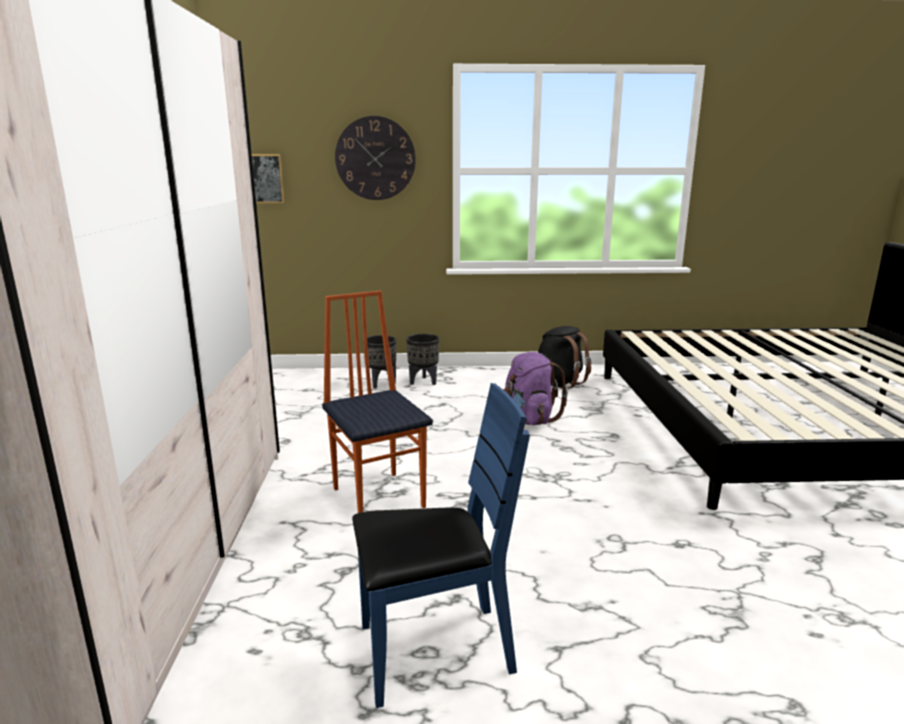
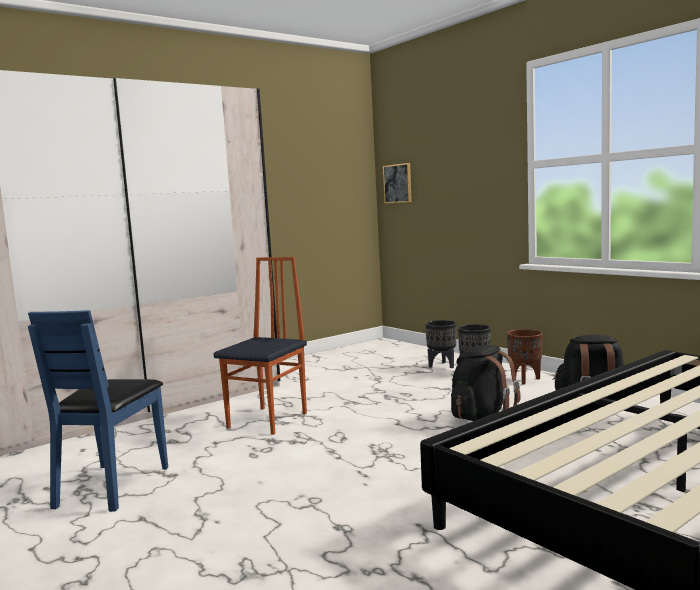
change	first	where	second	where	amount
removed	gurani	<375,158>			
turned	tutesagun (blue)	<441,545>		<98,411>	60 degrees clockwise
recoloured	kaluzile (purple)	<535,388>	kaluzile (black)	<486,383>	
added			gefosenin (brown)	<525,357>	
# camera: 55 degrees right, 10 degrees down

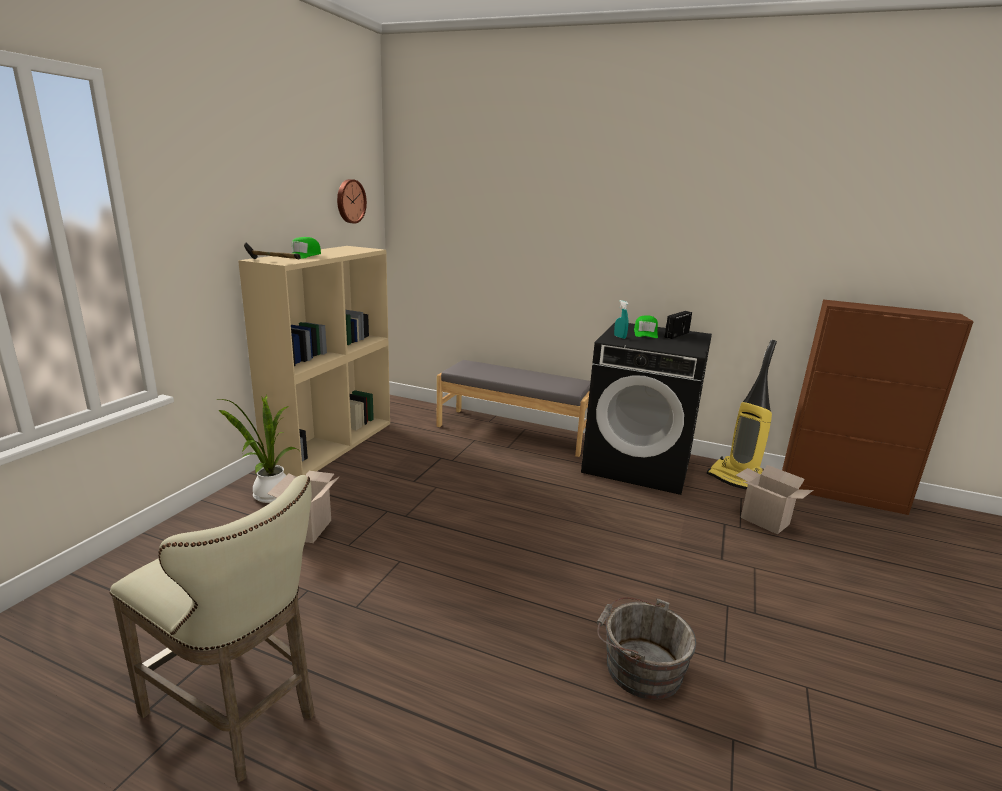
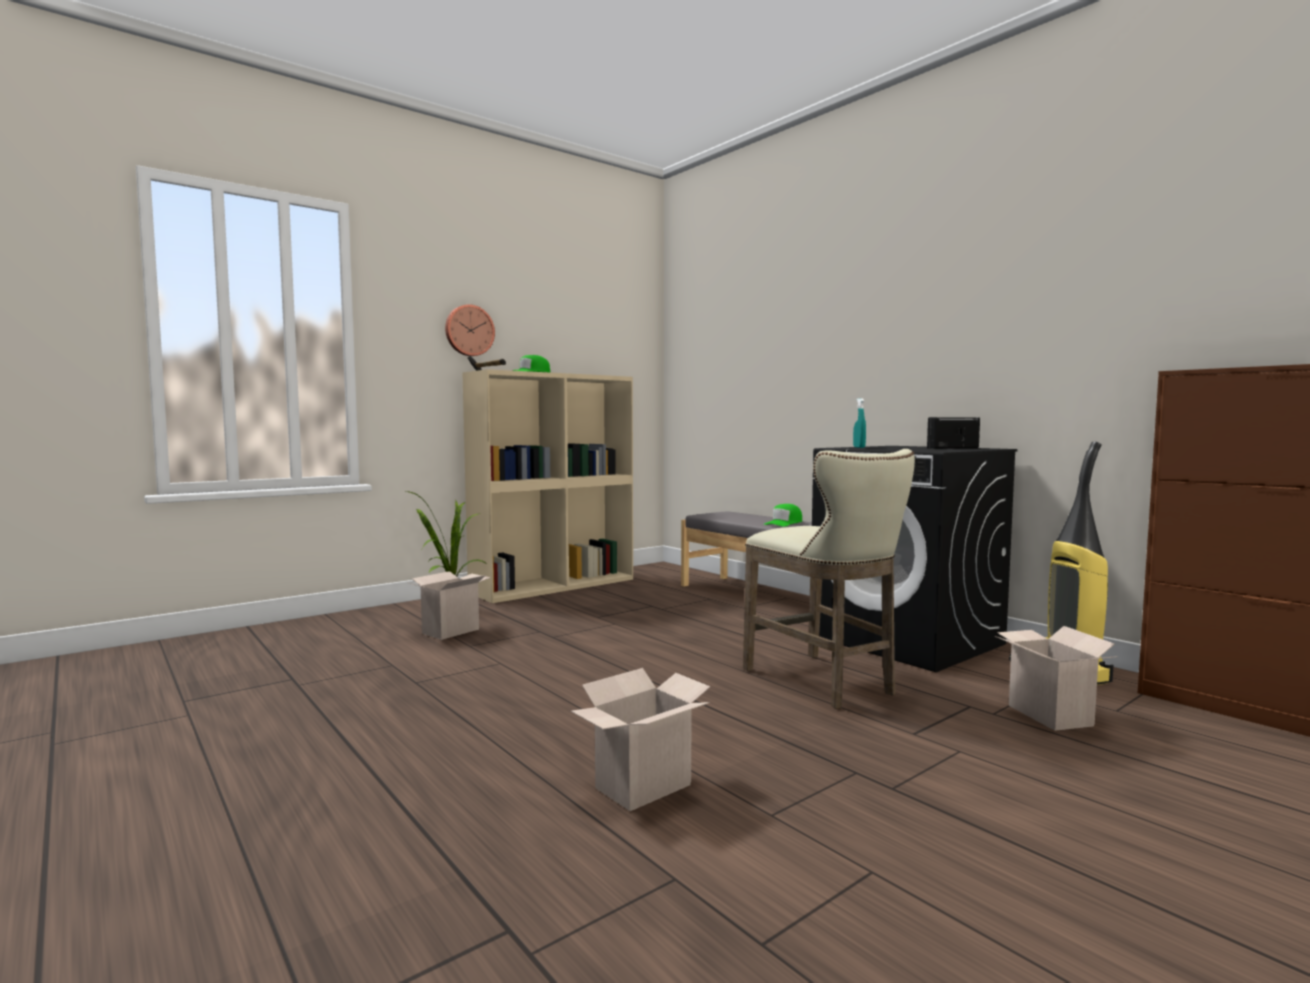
change	first	where	second	where	amount
moved	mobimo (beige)	<212,629>		<829,579>	
moved	gurani	<352,201>		<470,330>	
replaced	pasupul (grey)	<646,648>	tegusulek	<640,739>	
moved	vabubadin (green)	<646,326>		<783,515>	
# camera: 30 degrees right, 15 degrees down

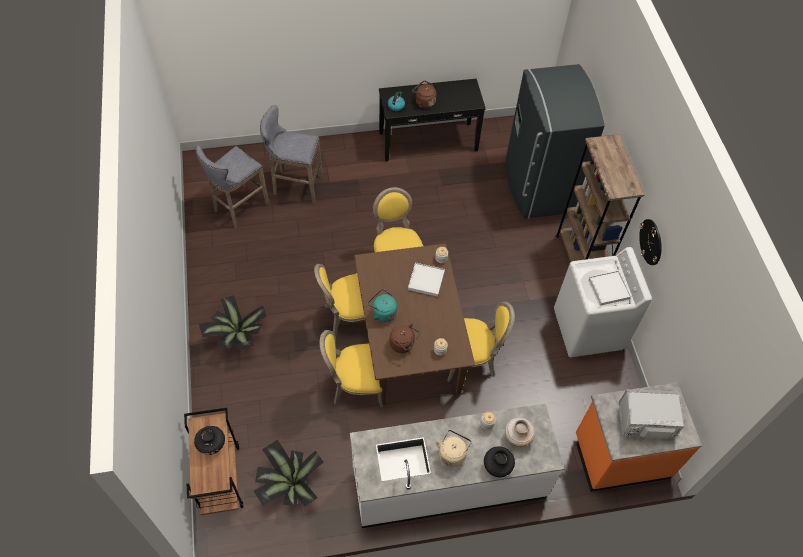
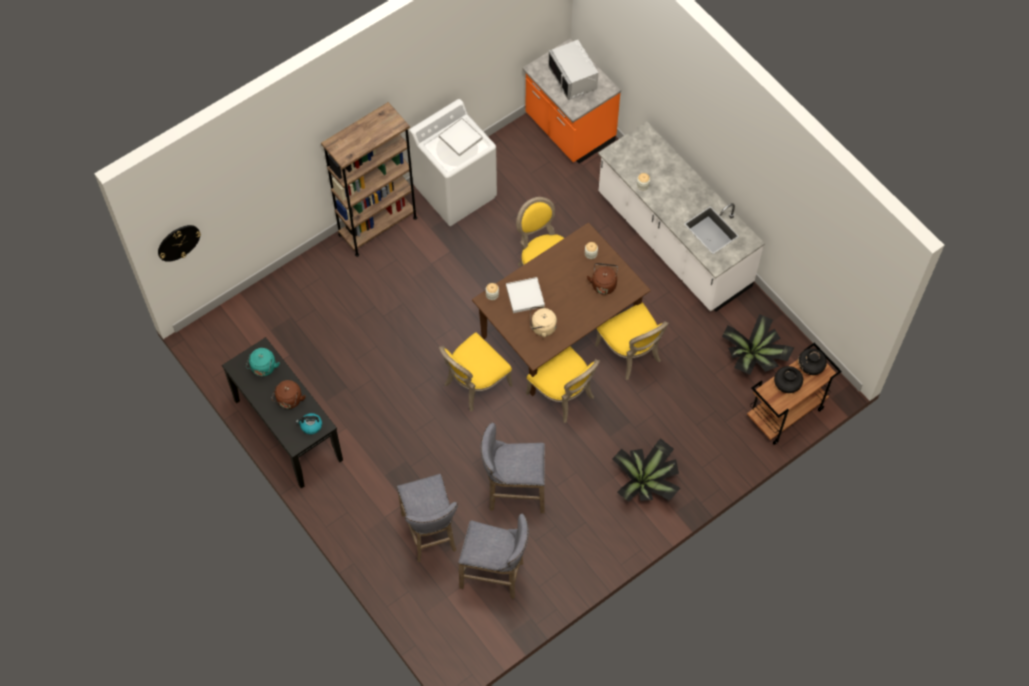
change	first	where	second	where	amount
moved	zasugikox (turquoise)	<382,305>		<263,362>	
moved	zasugikox (beige)	<453,448>		<543,322>	
moved	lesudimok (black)	<499,462>		<812,361>	
removed	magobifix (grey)	<555,141>			
removed	lesudimok (beige)	<520,432>			
moved	gurani	<650,242>		<179,243>	
added			mobimo (grey)	<512,467>	
# camera: 115 degrees left, 5 degrees up

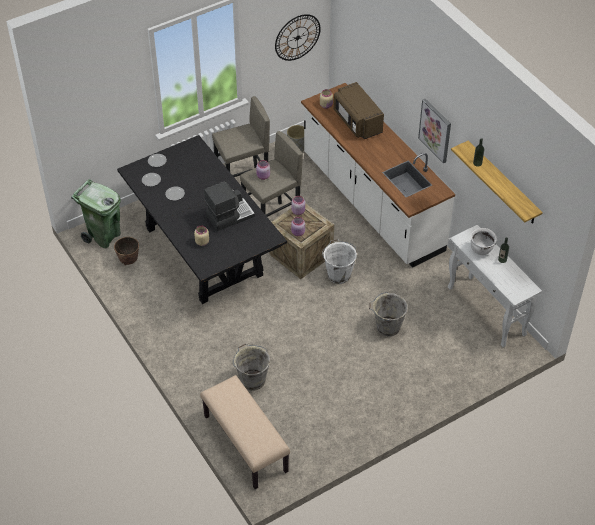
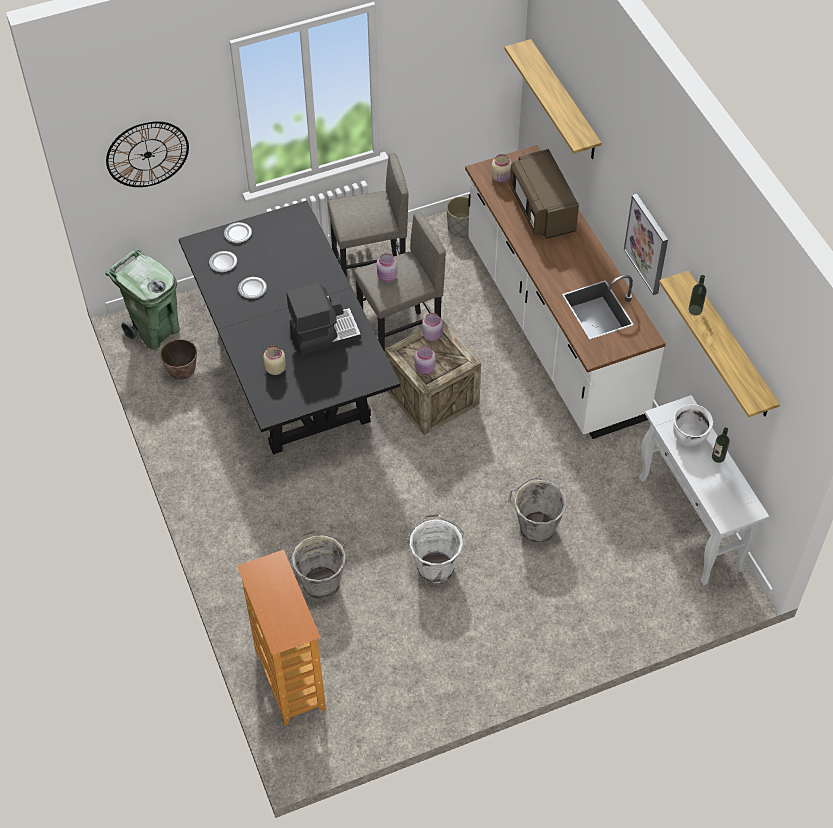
change	first	where	second	where	amount
replaced	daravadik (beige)	<245,432>	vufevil	<281,638>	
moved	gurani	<298,37>		<147,154>	
moved	pasupul (white)	<339,261>		<435,548>	
added			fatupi	<553,99>	
# camera: 10 degrees right, 5 degrees up

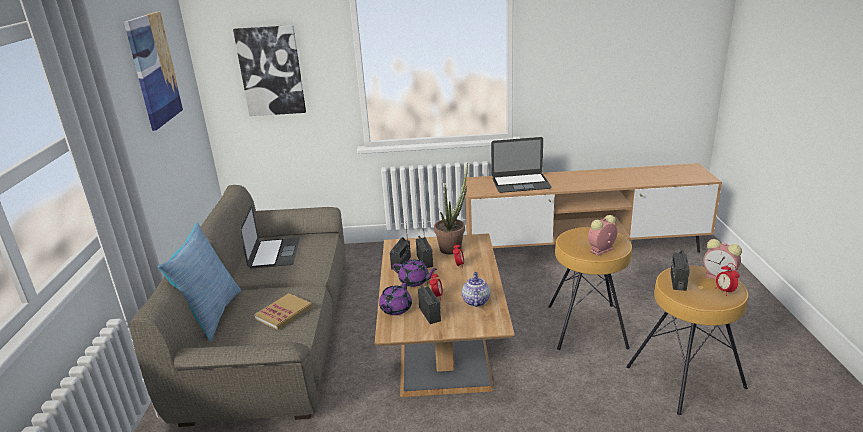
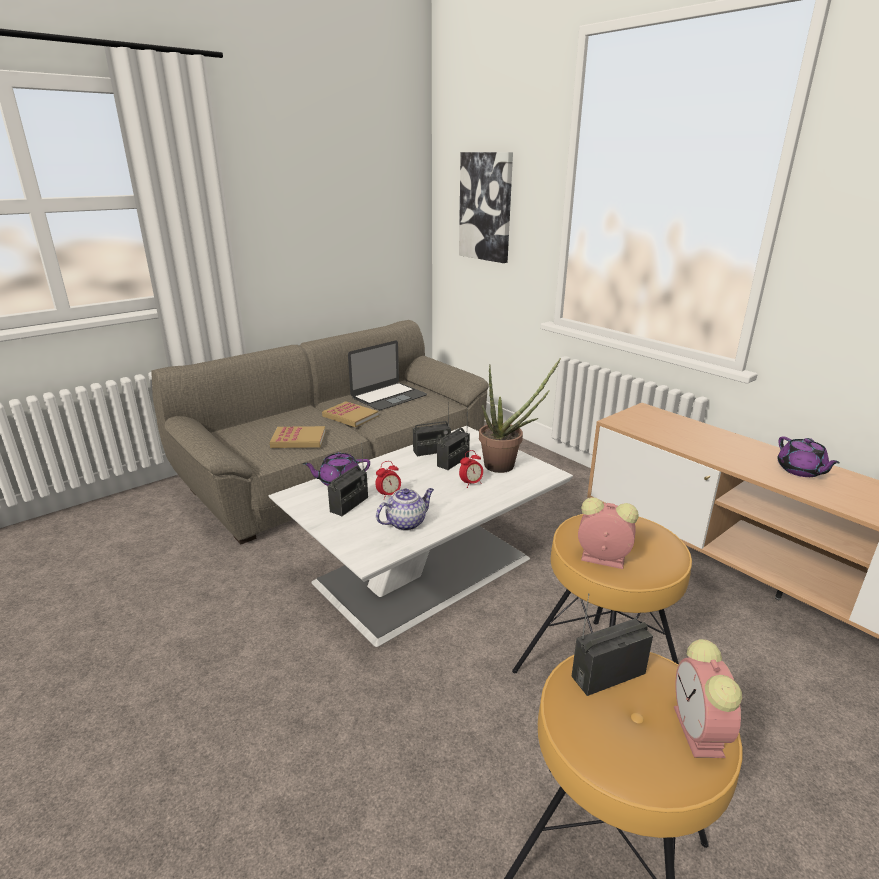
change	first	where	second	where	amount
removed	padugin	<154,71>			
removed	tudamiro	<199,282>			
recoloured	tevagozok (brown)	<445,315>	tevagozok (white)	<420,536>	
moved	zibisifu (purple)	<415,273>		<809,456>	
removed	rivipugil	<521,165>			
removed	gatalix	<727,279>			
added			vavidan	<350,414>	
# camera: 50 degrees right, 0 degrees up

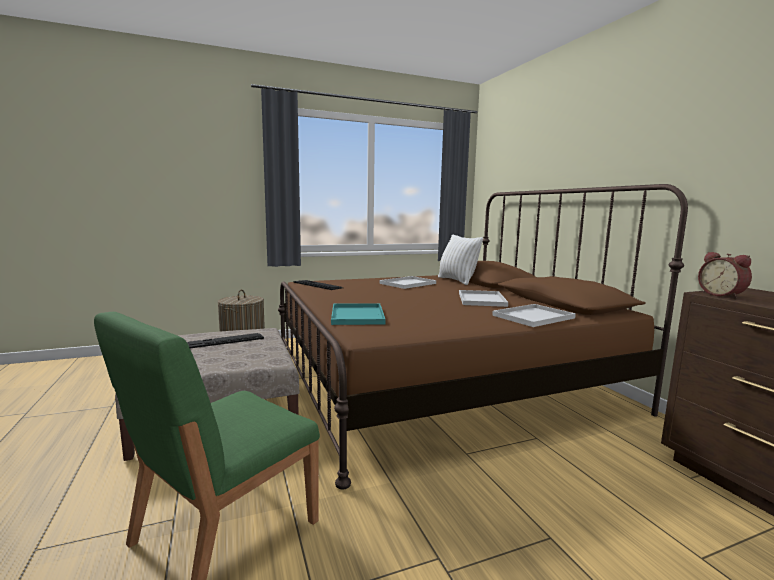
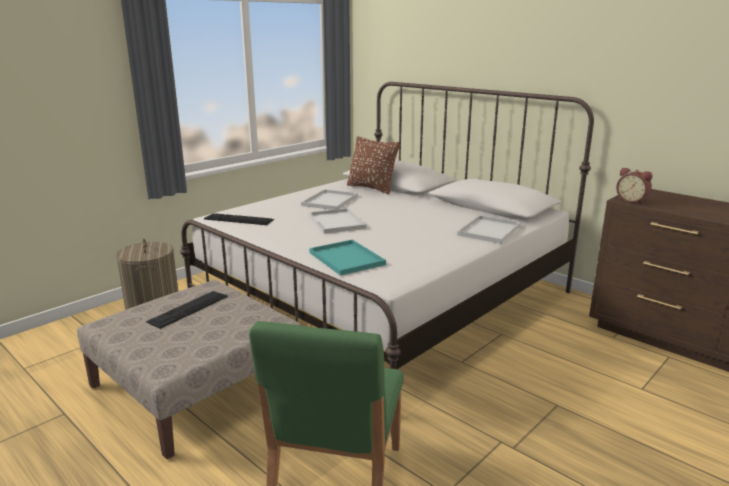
change	first	where	second	where	amount
recoloured	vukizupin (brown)	<483,336>	vukizupin (white)	<387,225>	
recoloured	tudamiro (white)	<460,260>	tudamiro (brown)	<373,165>	
moved	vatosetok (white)	<483,298>		<337,221>	
# camera: 25 degrees left, 10 degrees up

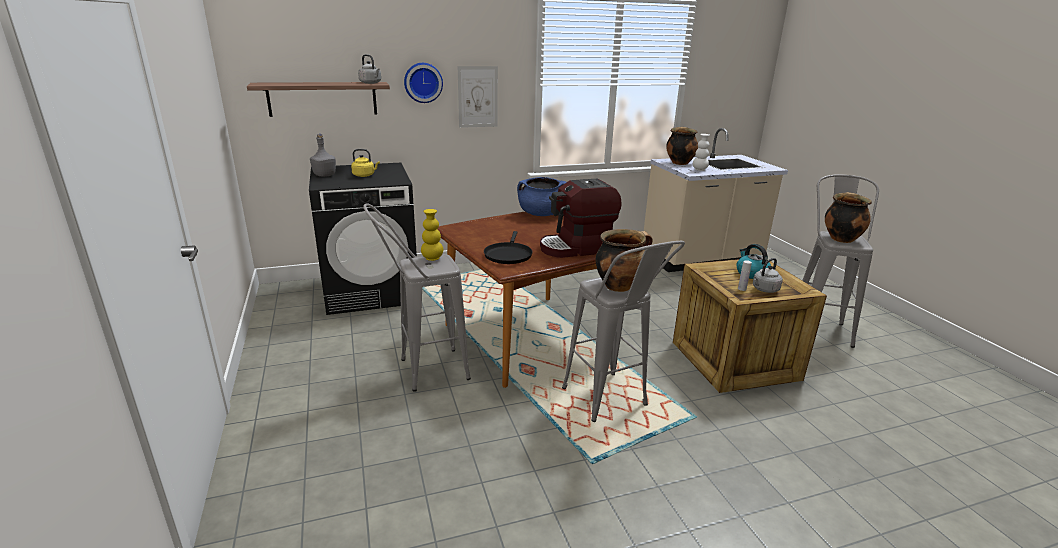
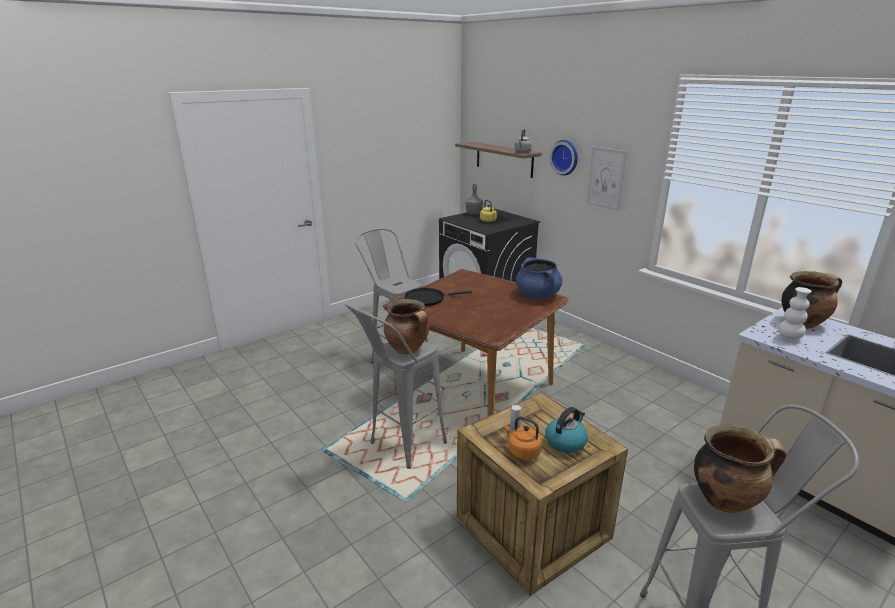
change	first	where	second	where	amount
removed	lesudimok (yellow)	<432,235>			
removed	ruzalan	<581,218>			
recoloured	zasugikox (grey)	<768,275>	zasugikox (orange)	<522,438>	
# camera: 70 degrees right, 0 degrees up

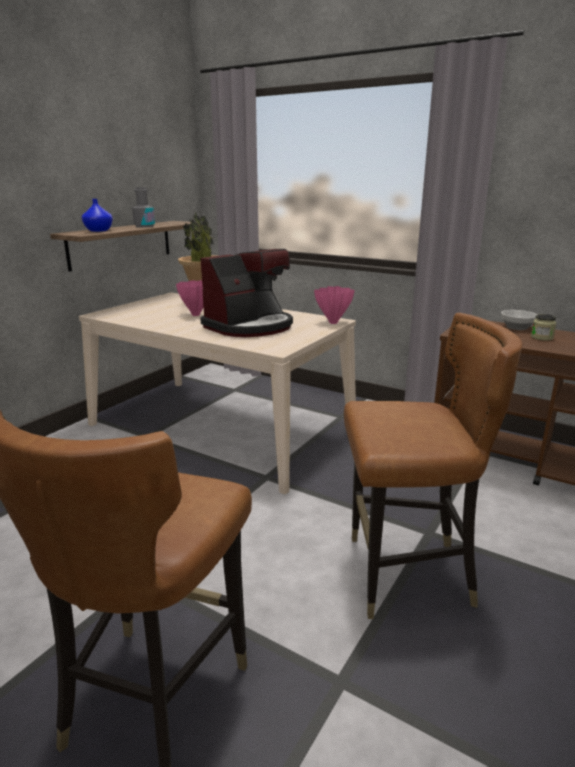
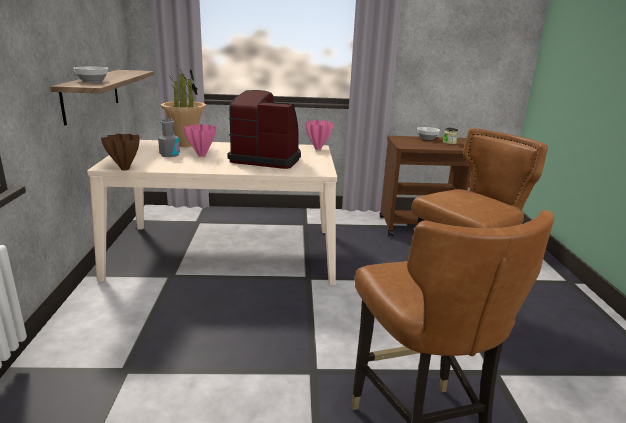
change	first	where	second	where	amount
replaced	lesudimok (blue)	<97,215>	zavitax	<90,75>	
moved	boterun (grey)	<143,207>		<169,137>	
turned	ruzalan	<246,293>		<264,129>	90 degrees counterclockwise
added			lesudimok (brown)	<120,152>	
# camera: 35 degrees left, 0 degrees up

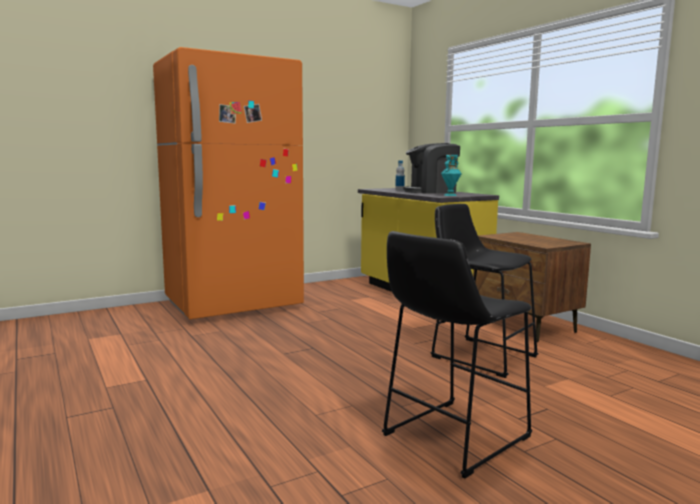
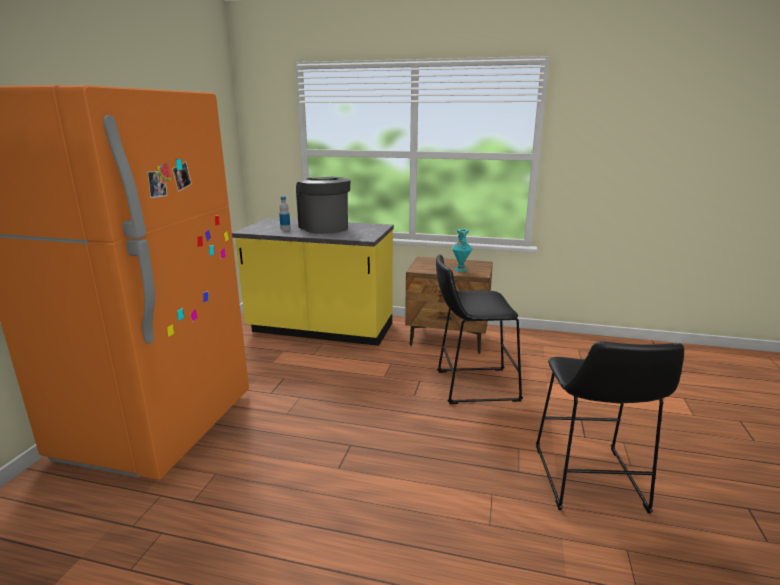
change	first	where	second	where	amount
turned	ruzalan	<431,168>		<323,205>	120 degrees clockwise
moved	lesudimok (turquoise)	<451,175>		<462,250>	
# camera: 45 degrees left, 10 degrees up

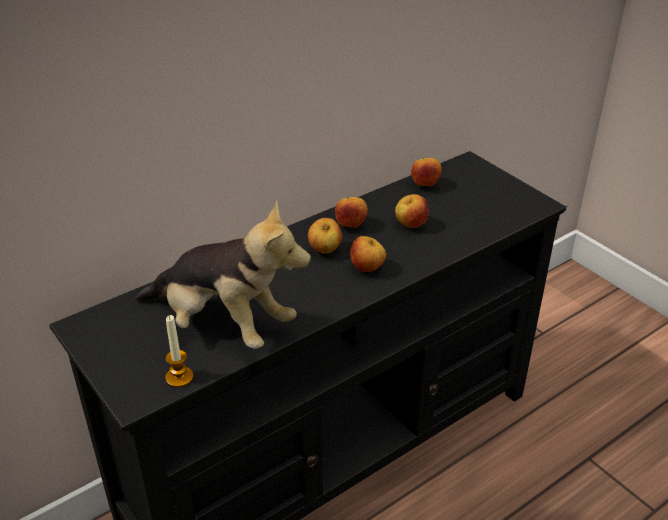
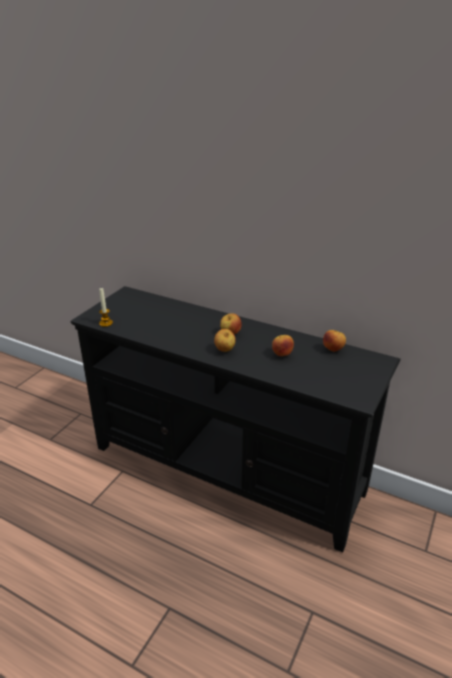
change	first	where	second	where	amount
removed	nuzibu	<223,274>			
removed	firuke	<351,212>			
# camera: 65 degrees right, 5 degrees down

